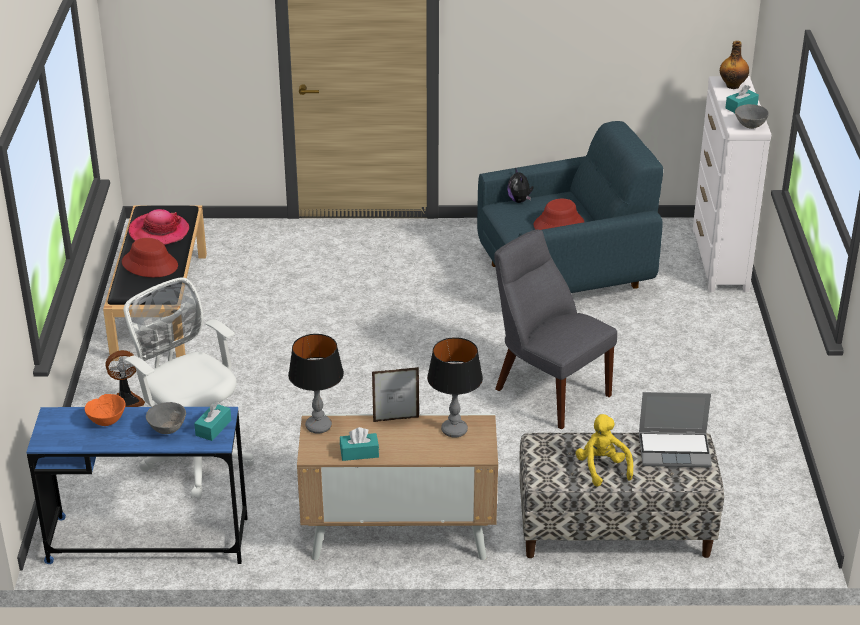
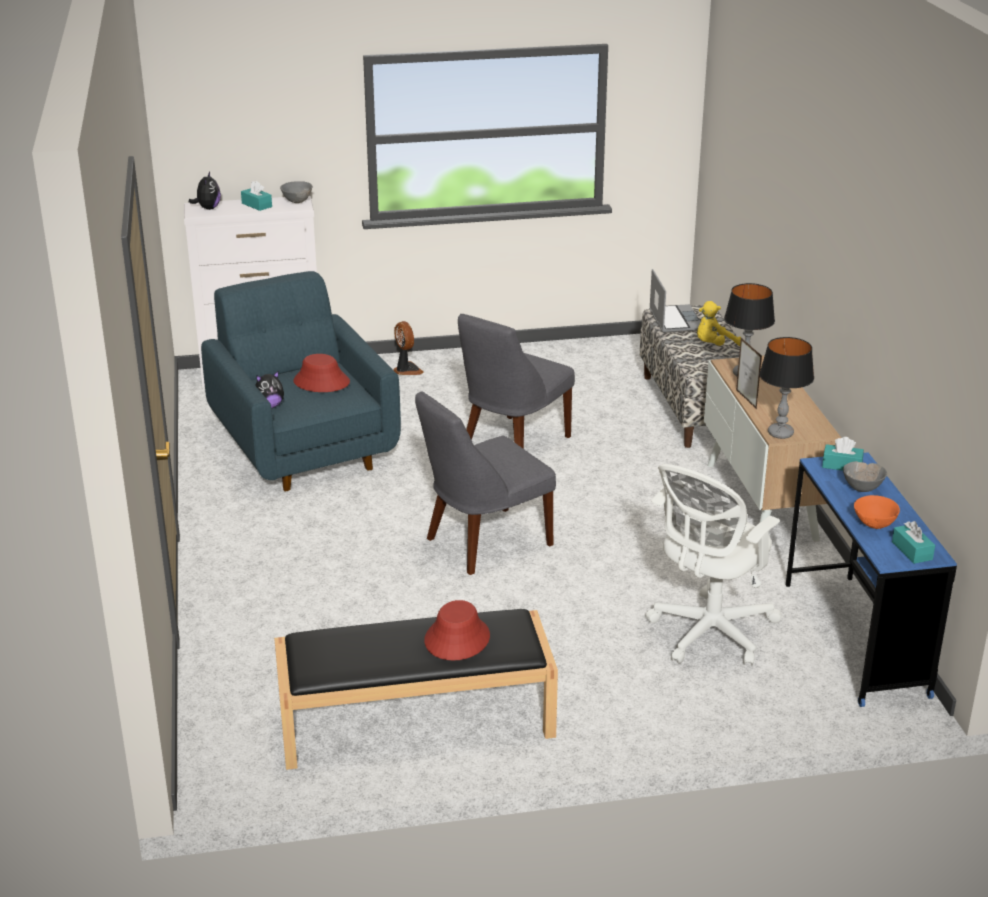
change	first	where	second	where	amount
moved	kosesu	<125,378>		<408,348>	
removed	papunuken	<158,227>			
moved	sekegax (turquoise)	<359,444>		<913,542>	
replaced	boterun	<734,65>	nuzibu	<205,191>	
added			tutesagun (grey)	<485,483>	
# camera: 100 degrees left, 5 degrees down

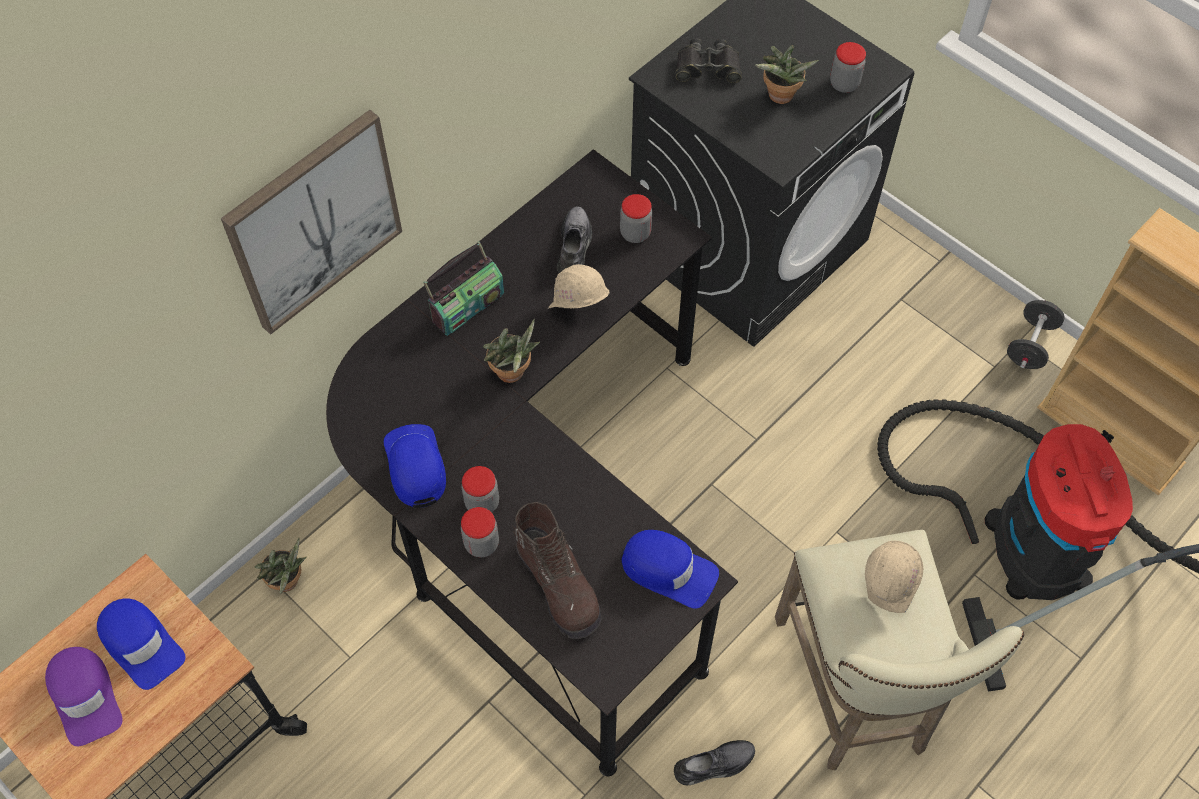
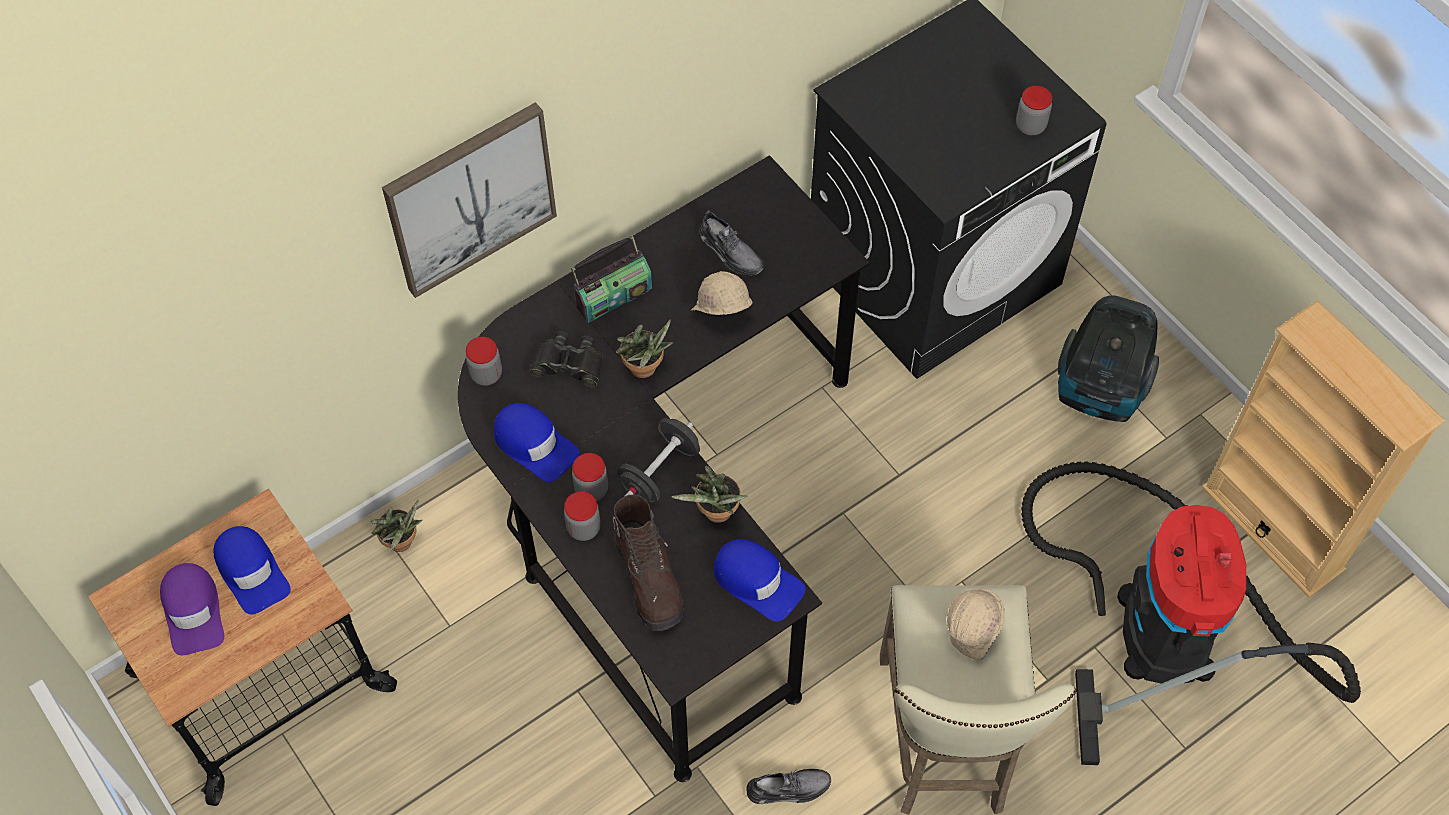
change	first	where	second	where	amount
turned	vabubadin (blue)	<415,466>		<537,442>	135 degrees clockwise
turned	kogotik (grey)	<574,239>		<731,243>	120 degrees clockwise
moved	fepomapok	<636,218>		<484,361>	
moved	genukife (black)	<709,60>		<566,359>	
moved	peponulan	<787,74>		<710,494>	
moved	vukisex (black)	<1035,334>		<659,460>	
added			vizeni	<1108,359>	
# camera: 10 degrees right, 0 degrees up

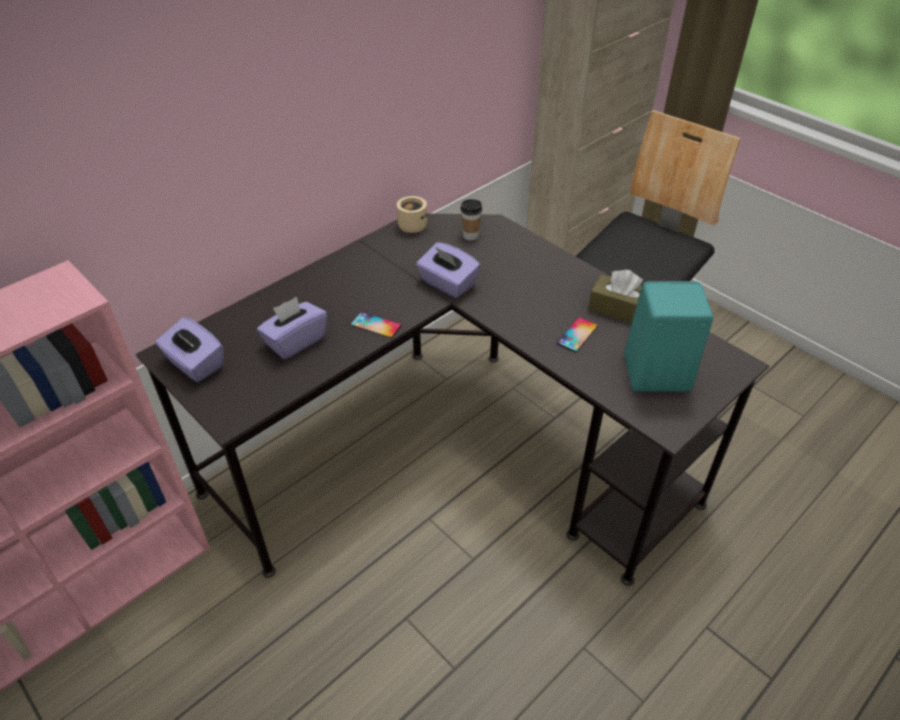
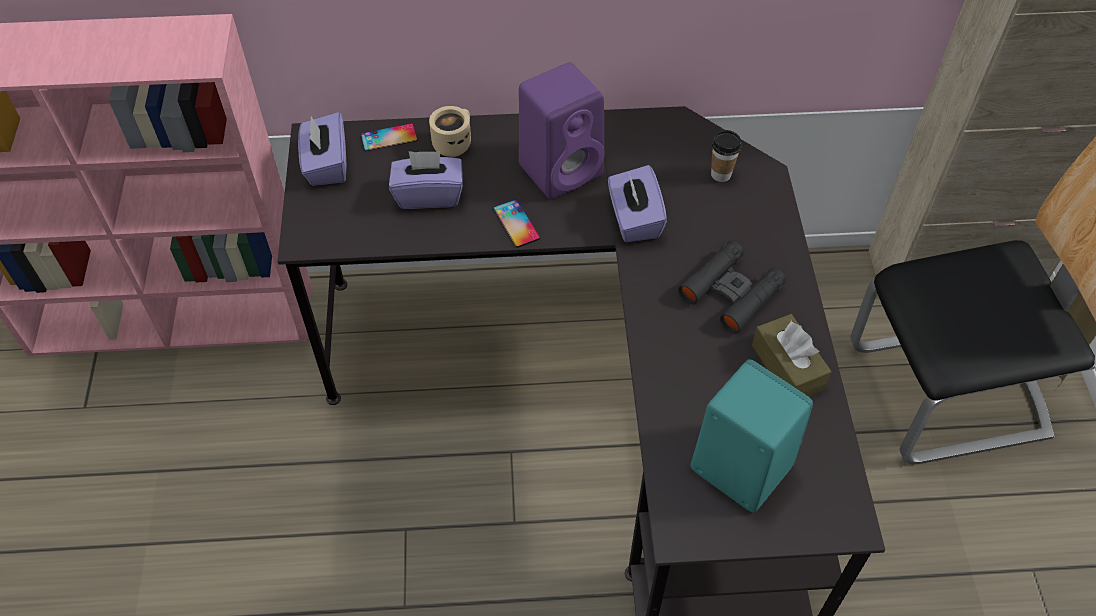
change	first	where	second	where	amount
moved	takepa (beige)	<412,214>		<450,131>	
moved	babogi	<577,334>		<389,137>	
added			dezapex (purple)	<562,130>	
added			genukife (black)	<732,287>	
# camera: 40 degrees right, 10 degrees up

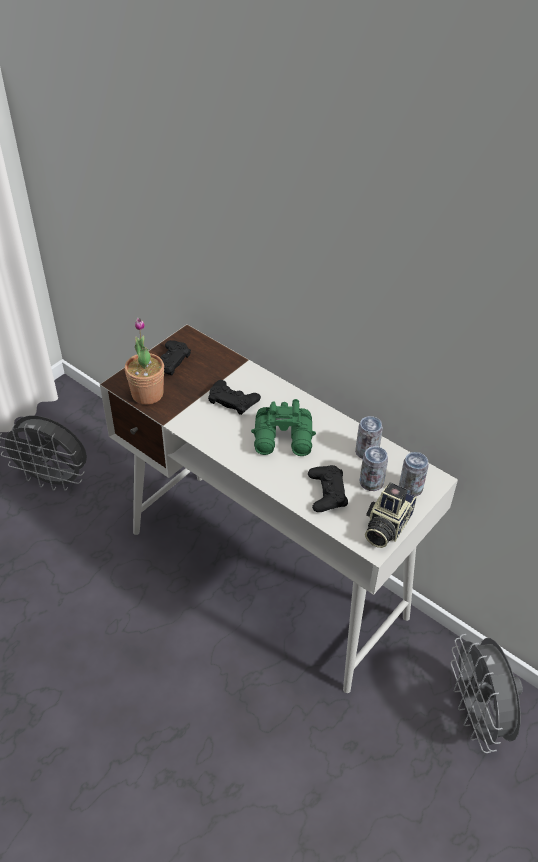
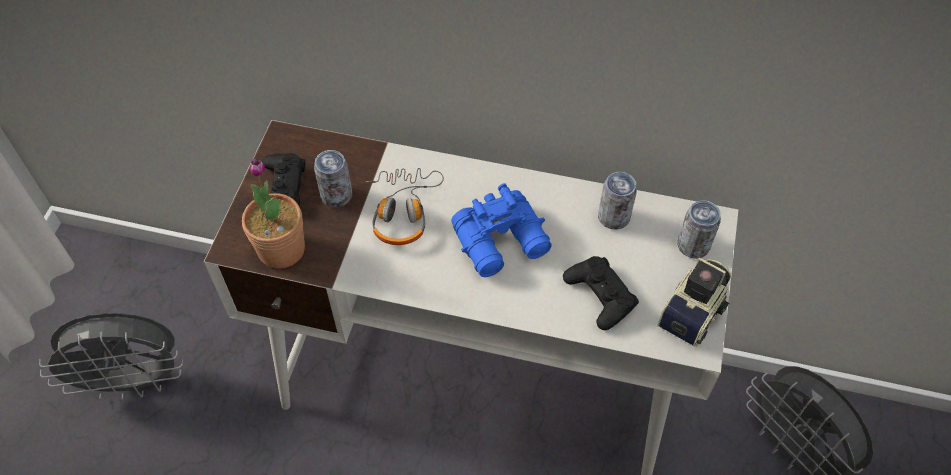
change	first	where	second	where	amount
replaced	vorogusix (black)	<234,397>	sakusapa	<405,206>	
recoloured	genukife (green)	<283,427>	genukife (blue)	<501,230>	
moved	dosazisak	<374,468>		<333,178>	
turned	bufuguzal	<391,515>		<694,302>	150 degrees counterclockwise
# camera: 25 degrees left, 10 degrees up

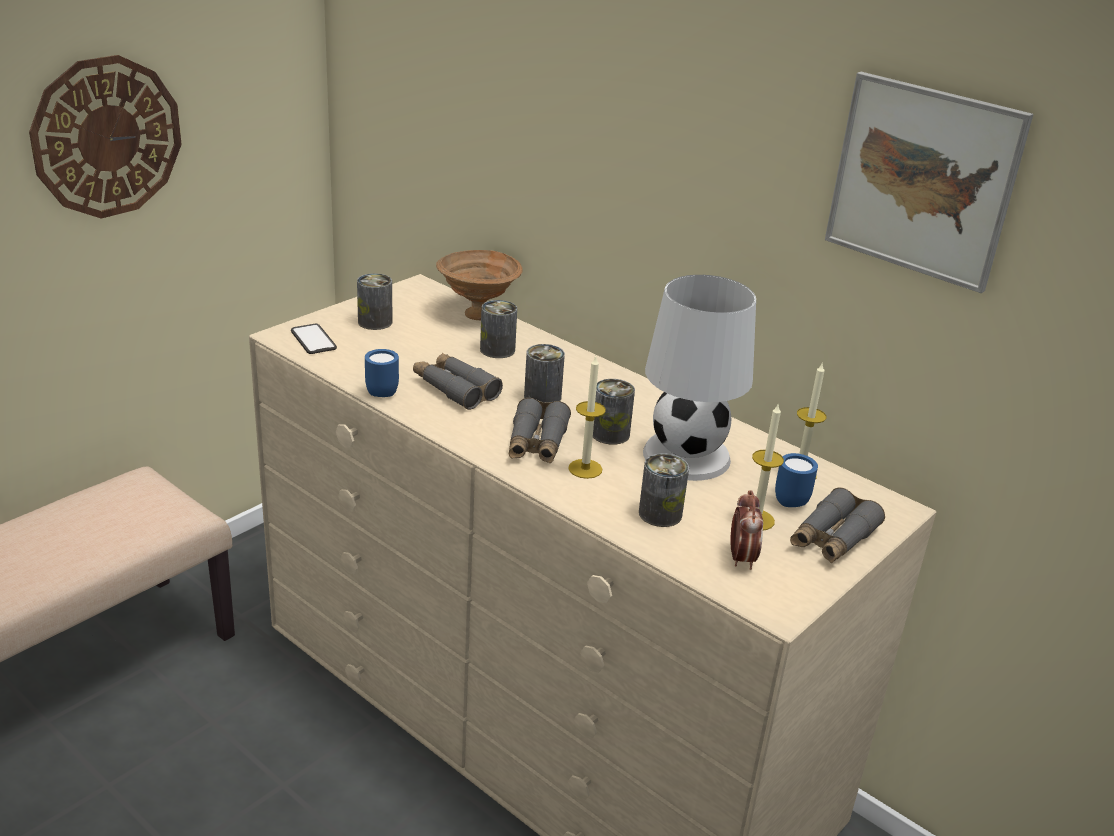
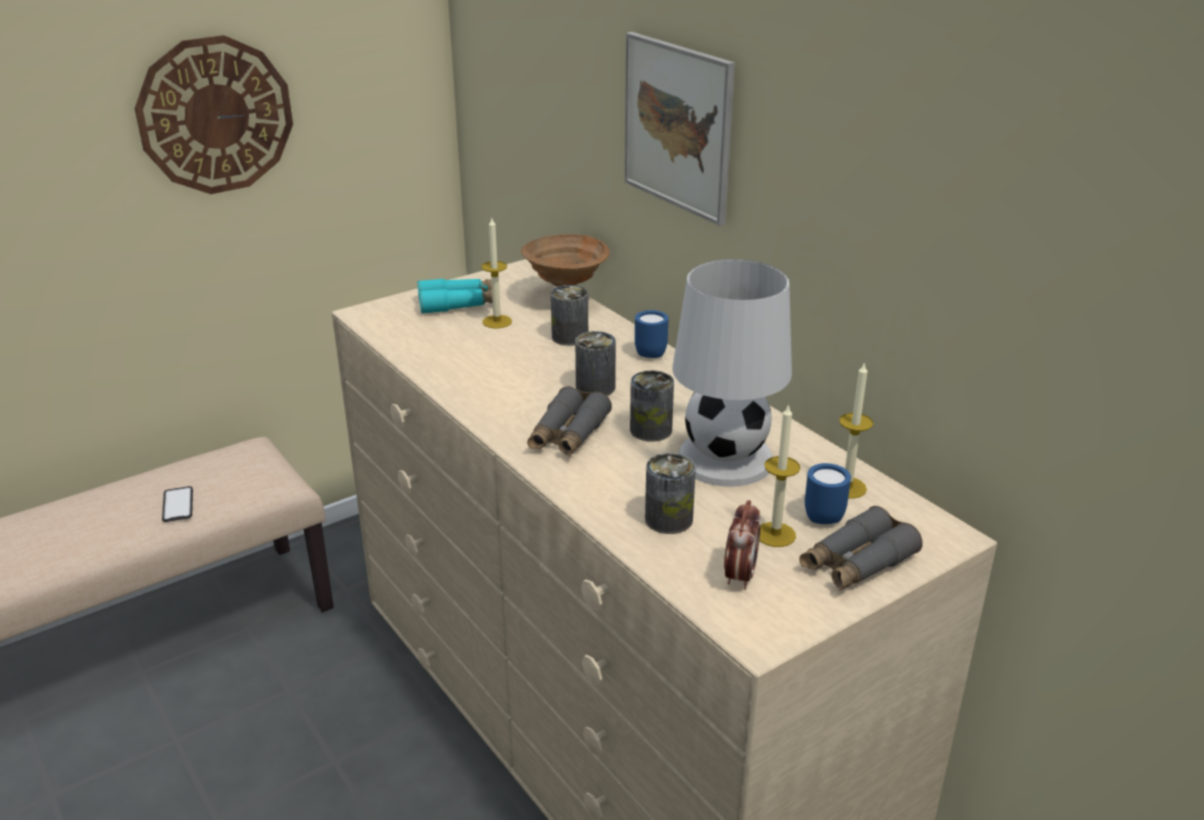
change	first	where	second	where	amount
moved	babogi	<314,339>		<177,504>	
replaced	dosazisak	<375,301>	genukife (turquoise)	<455,296>	
moved	takepa (blue)	<382,373>		<651,334>	
removed	genukife (grey)	<458,381>			
moved	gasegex	<587,417>		<496,273>	
moved	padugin	<929,182>		<680,129>	
# camera: 15 degrees right, 0 degrees up

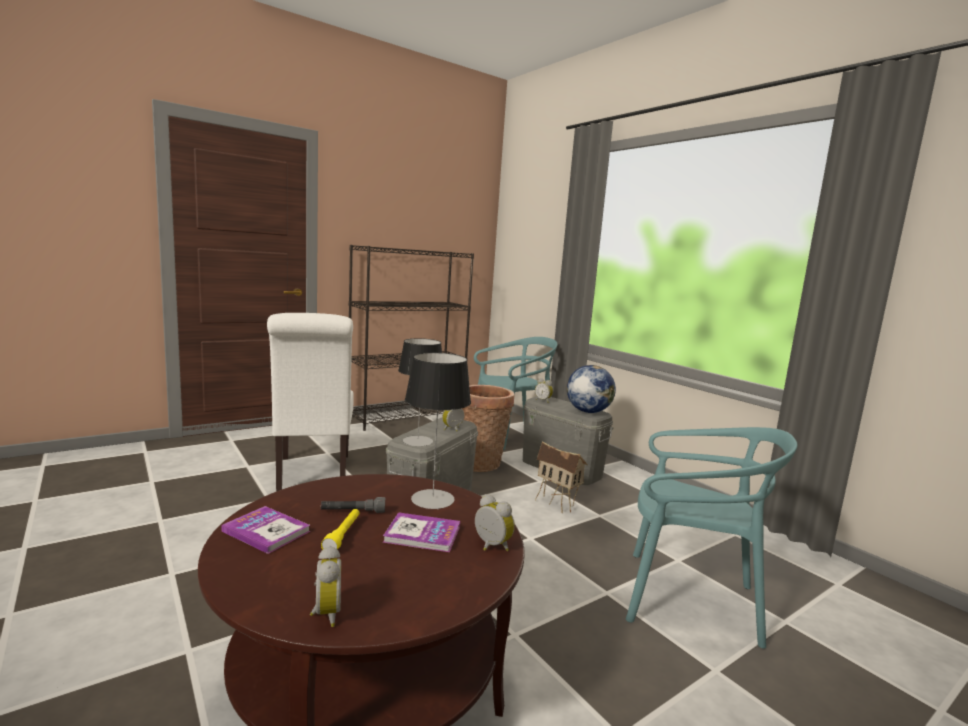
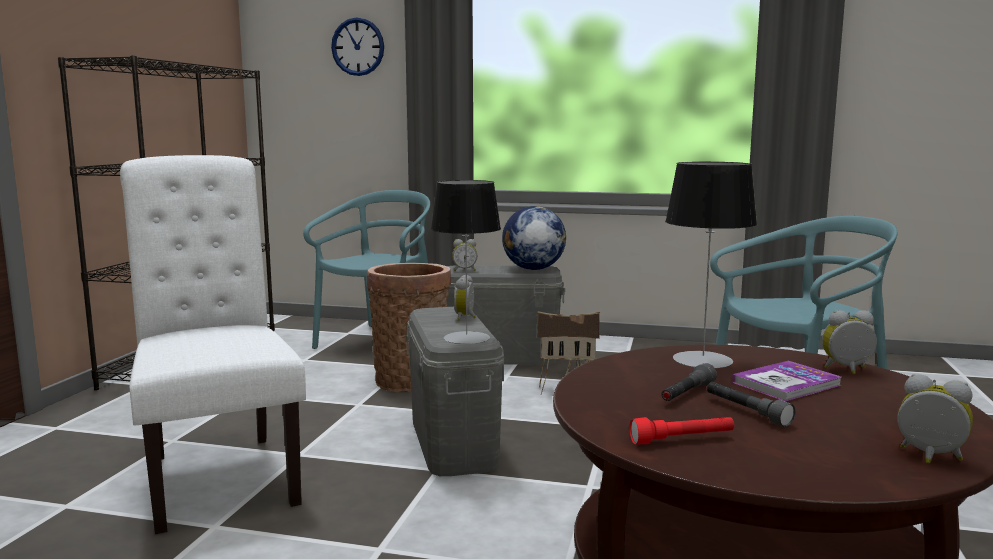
change	first	where	second	where	amount
replaced	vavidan	<265,530>	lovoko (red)	<681,431>	
turned	tutesagun (white)	<310,402>		<213,344>	150 degrees counterclockwise
recoloured	lovoko (yellow)	<340,529>	lovoko (grey)	<751,404>	
added			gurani	<357,47>	
# camera: 40 degrees left, 0 degrees up

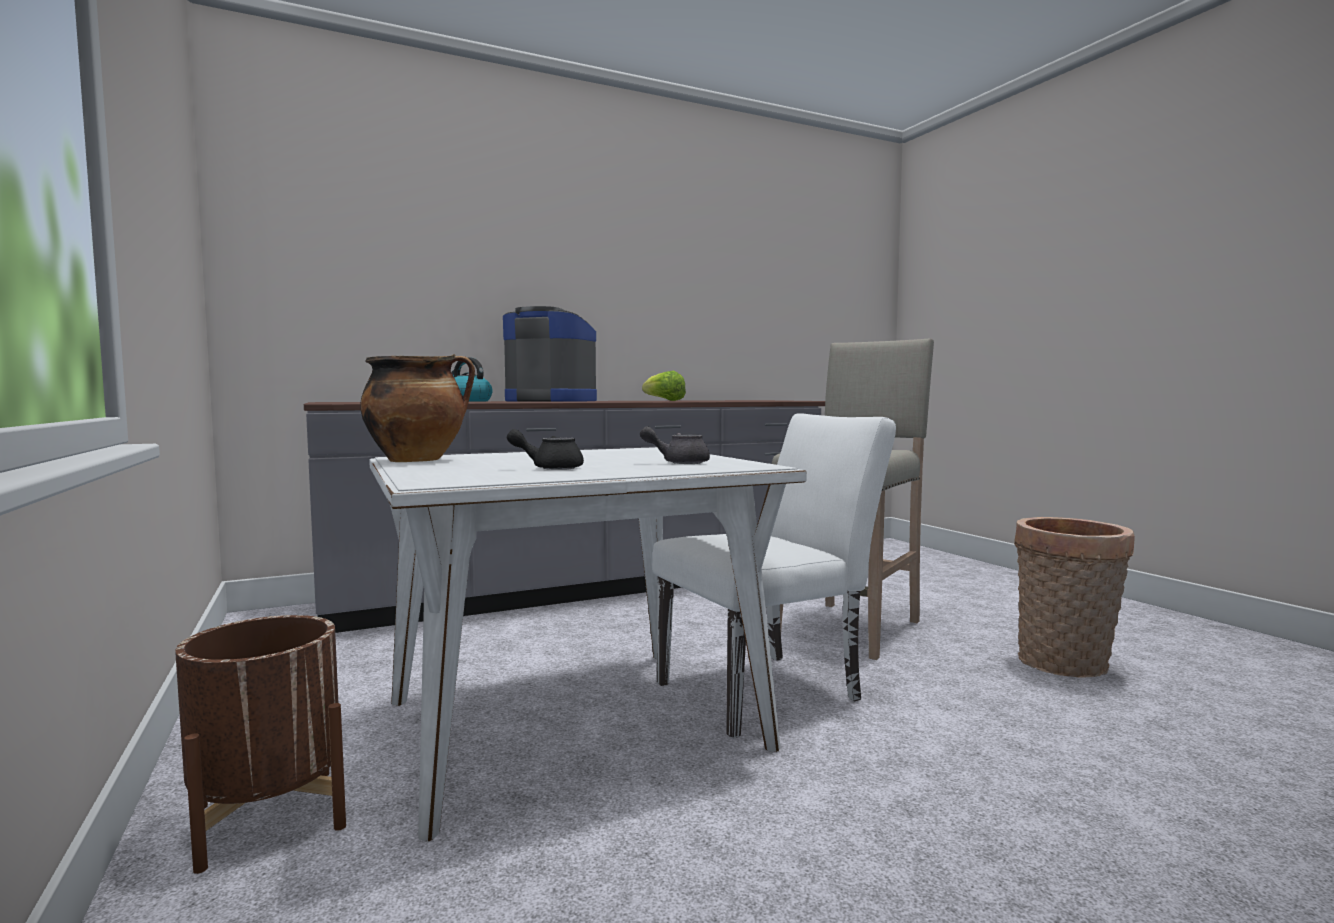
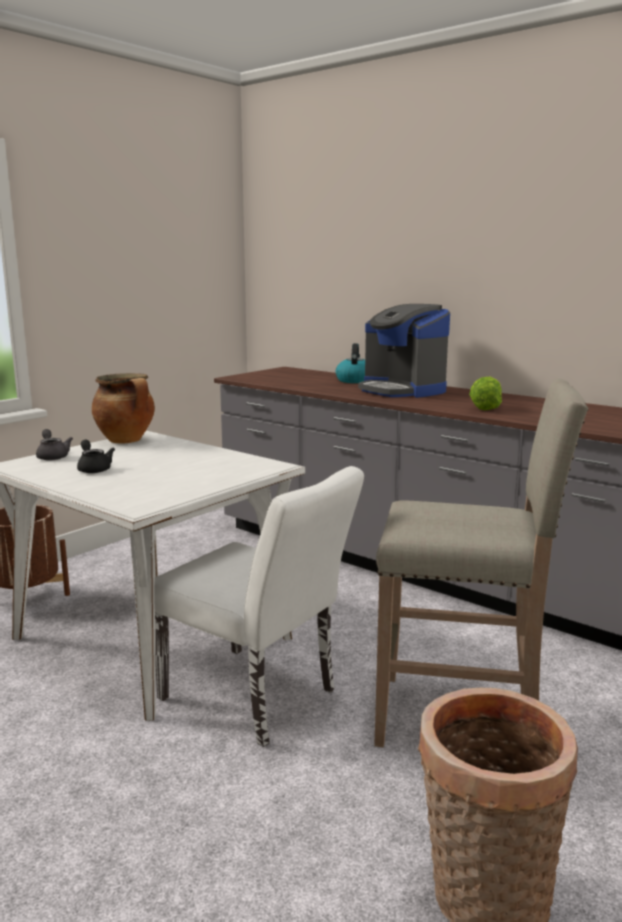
change	first	where	second	where	amount
turned	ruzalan	<550,354>		<404,351>	150 degrees clockwise
moved	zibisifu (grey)	<675,445>		<54,445>	
# camera: 65 degrees right, 10 degrees up

